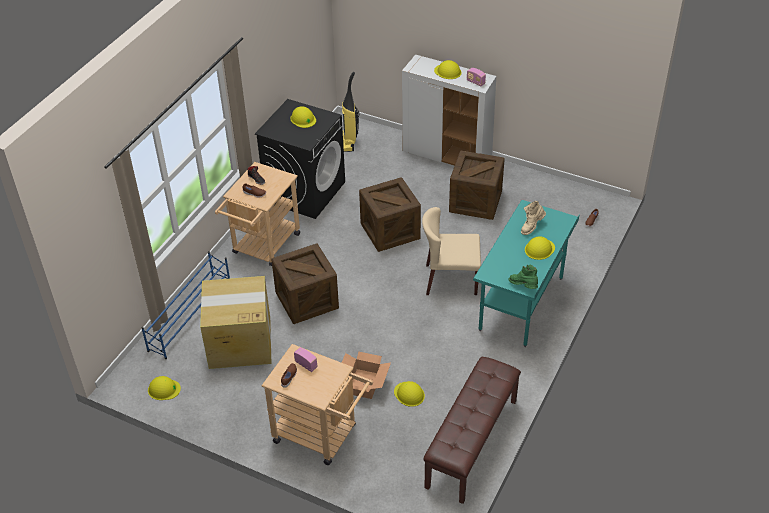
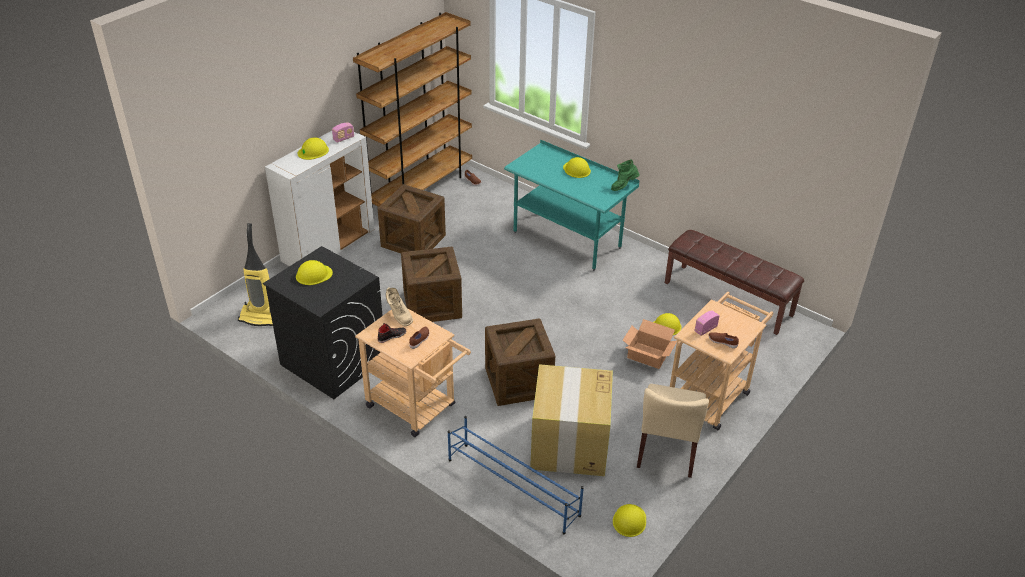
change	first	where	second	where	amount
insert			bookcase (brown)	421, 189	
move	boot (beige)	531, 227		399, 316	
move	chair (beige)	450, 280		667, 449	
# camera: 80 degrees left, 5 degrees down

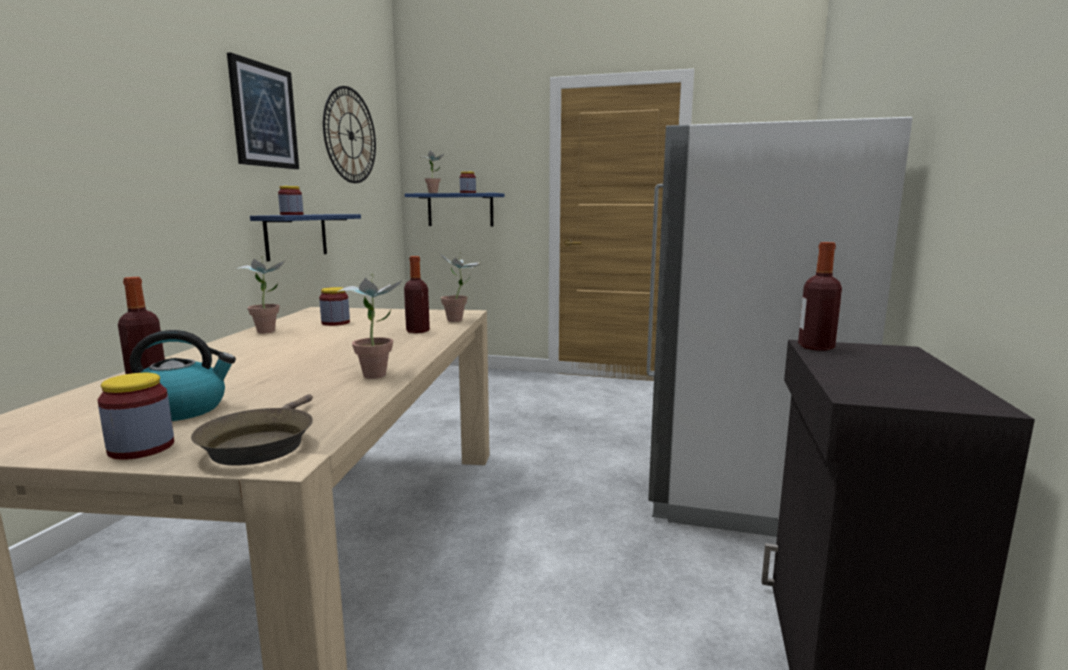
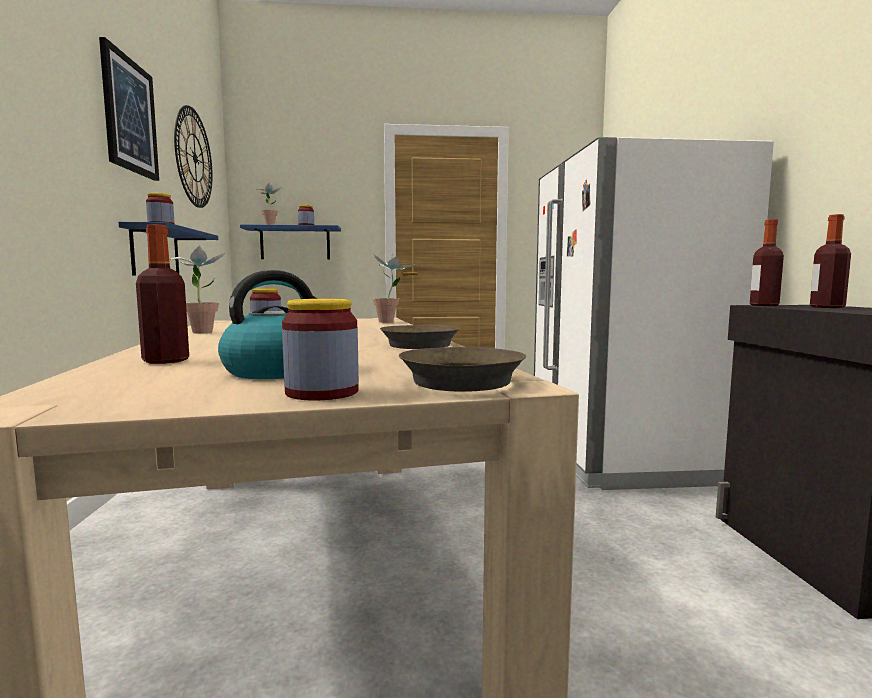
change	first	where	second	where	amount
replace	potted plant	377, 373	frying pan (brown)	417, 344	
move	bottle	417, 331		827, 307	
# camera: 20 degrees left, 5 degrees down

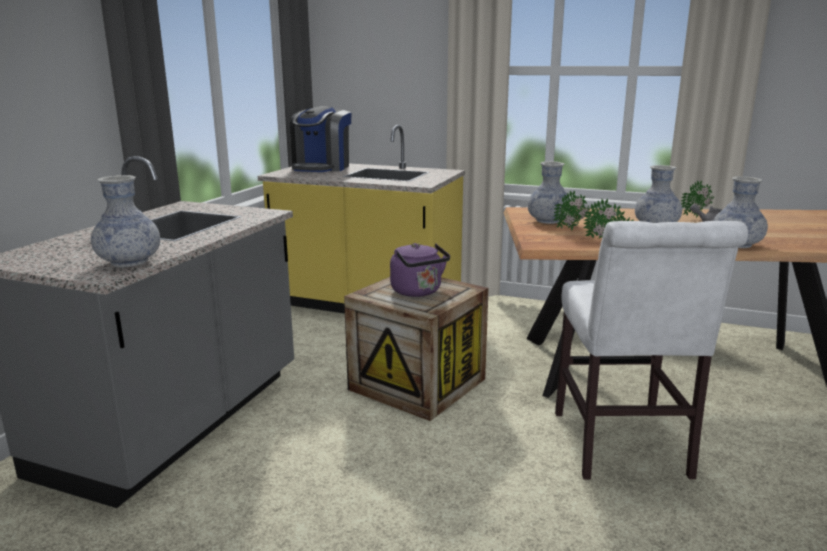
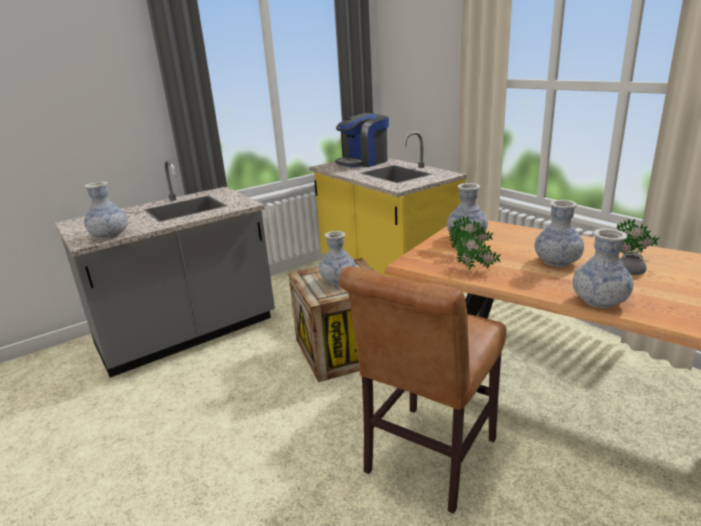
change	first	where	second	where	amount
replace	kettle (purple)	418, 292	vase	338, 280	
recolor	chair (white)	622, 449	chair (brown)	427, 460	
# camera: 35 degrees right, 5 degrees up

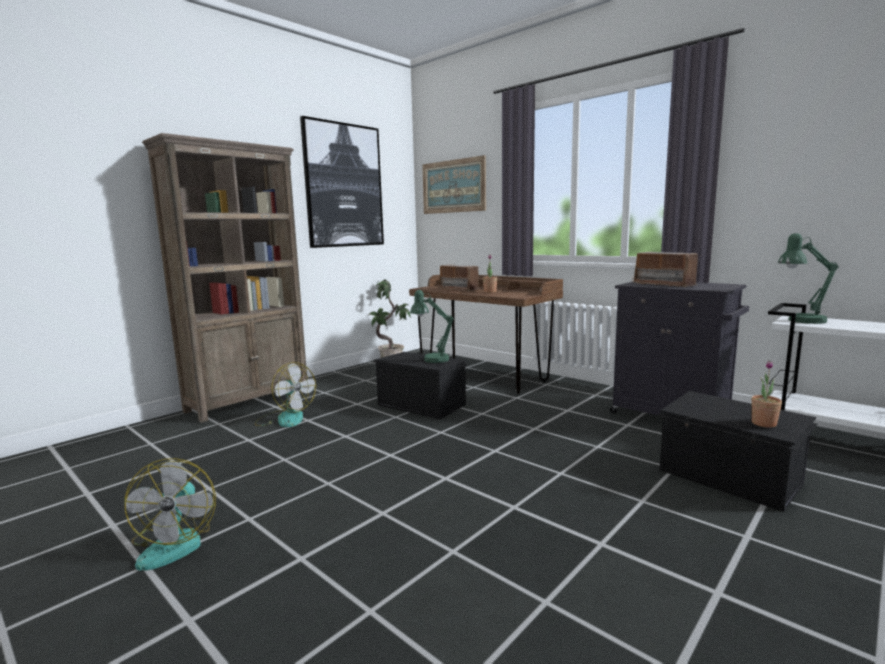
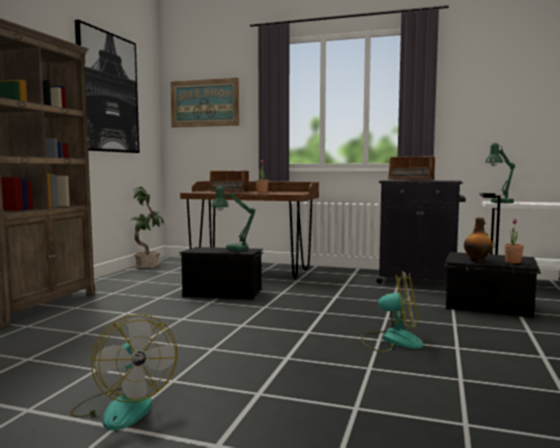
change	first	where	second	where	amount
move	fan	285, 418		391, 340	
insert			bottle	477, 260	
# camera: 25 degrees left, 5 degrees down

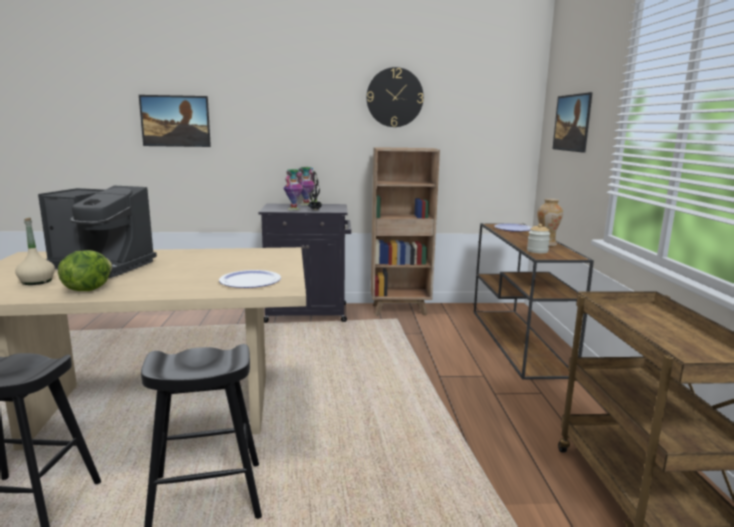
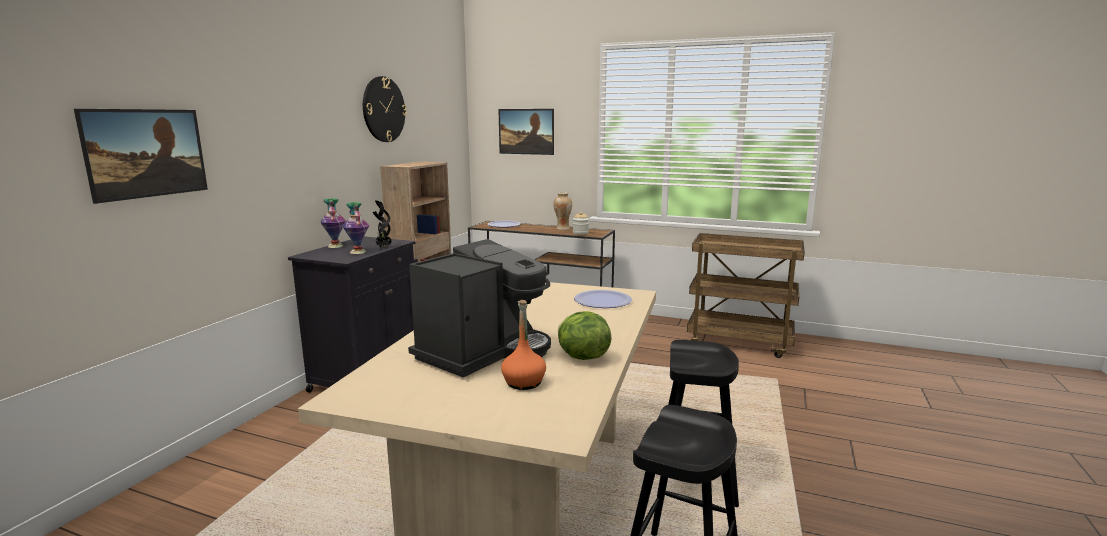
change	first	where	second	where	amount
recolor	bottle (beige)	37, 281	bottle (orange)	524, 382	
# camera: 65 degrees left, 0 degrees up

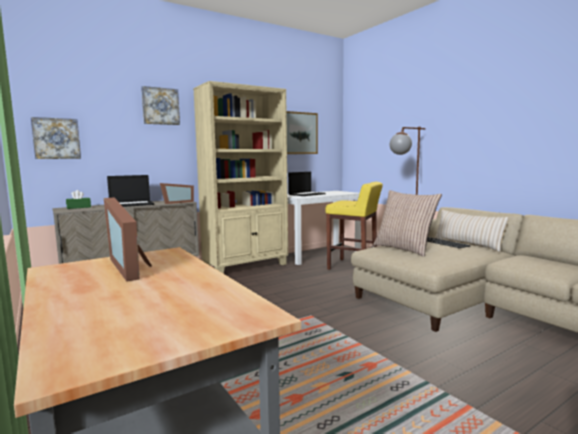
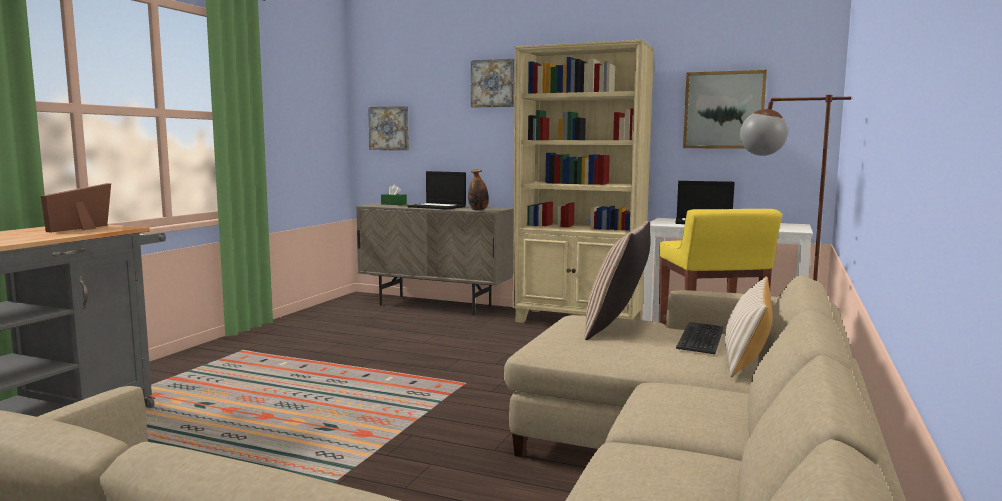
change	first	where	second	where	amount
replace	picture frame	177, 202	bottle	478, 210	
# camera: 55 degrees right, 0 degrees up

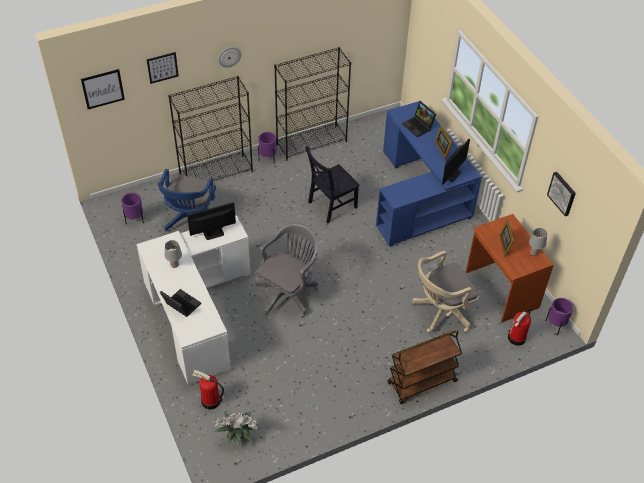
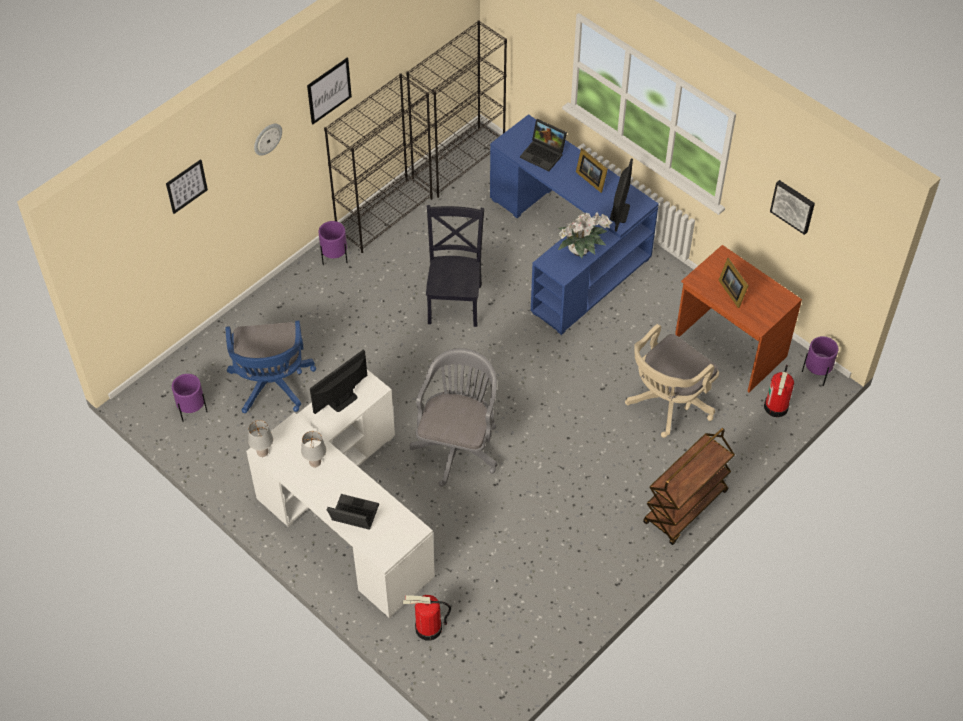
change	first	where	second	where	amount
move	table lamp (grey)	534, 253		262, 452	
move	picture	103, 89		329, 90	
move	bookcase (black)	216, 173		459, 161	
rotate	chair (black)	330, 206		455, 301	150 degrees clockwise
move	potted plant	238, 437		581, 251	
# camera: 20 degrees left, 5 degrees up

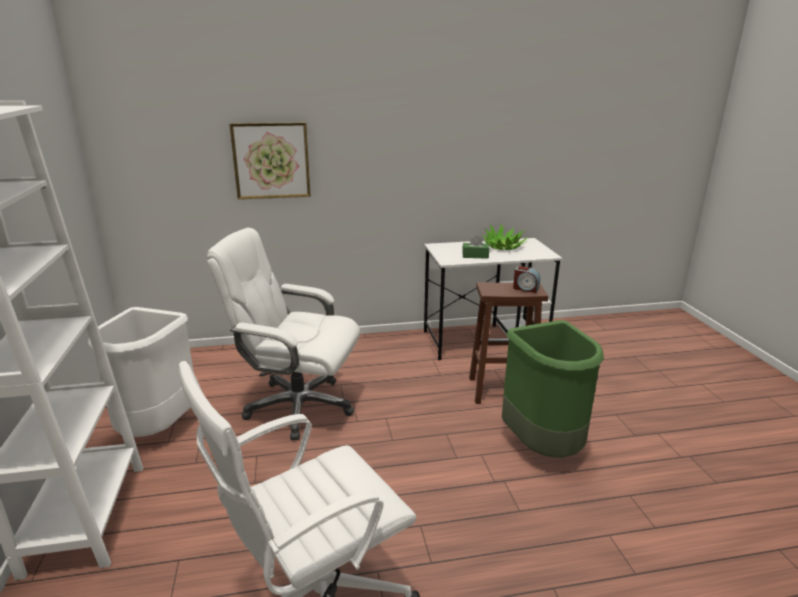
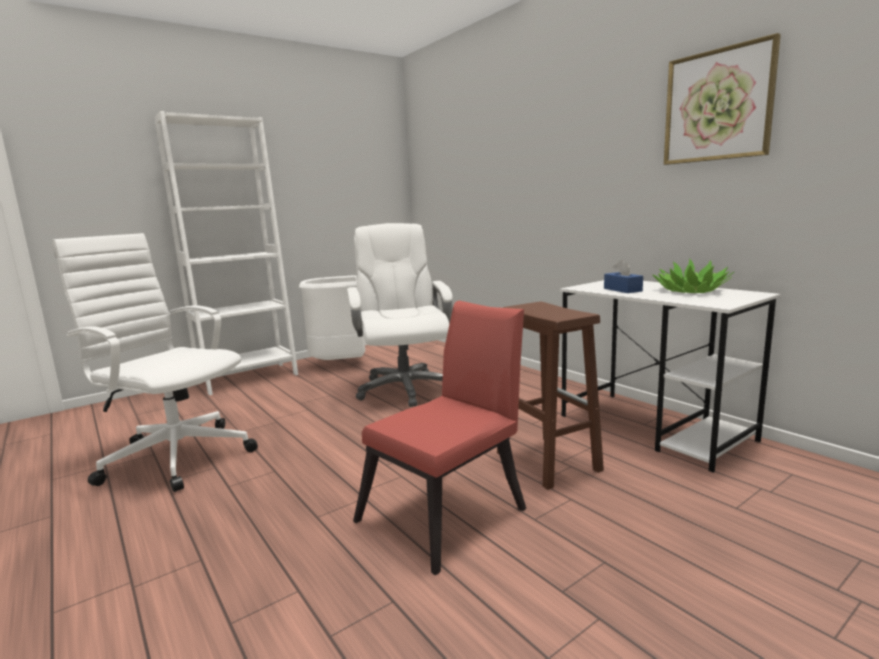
change	first	where	second	where	amount
replace	trash can (green)	543, 447	chair (red)	450, 511	
recolor	tissue box (green)	475, 256	tissue box (blue)	622, 290	
move	picture	271, 160		717, 106	
delete	alarm clock	525, 288			
# camera: 65 degrees right, 10 degrees down

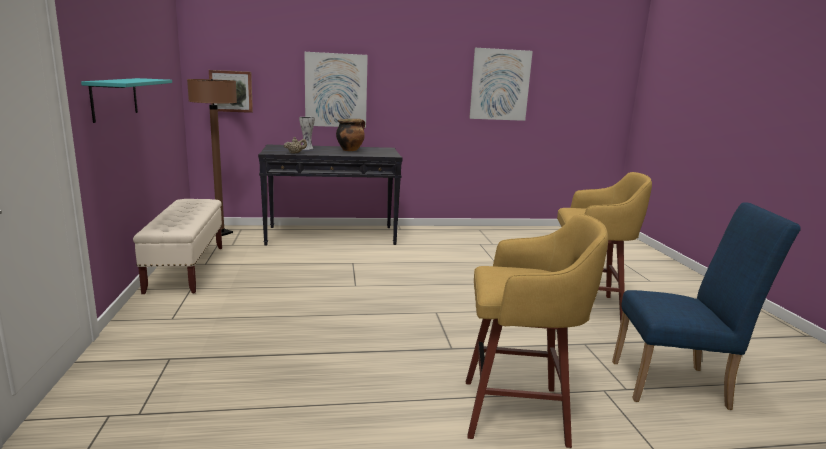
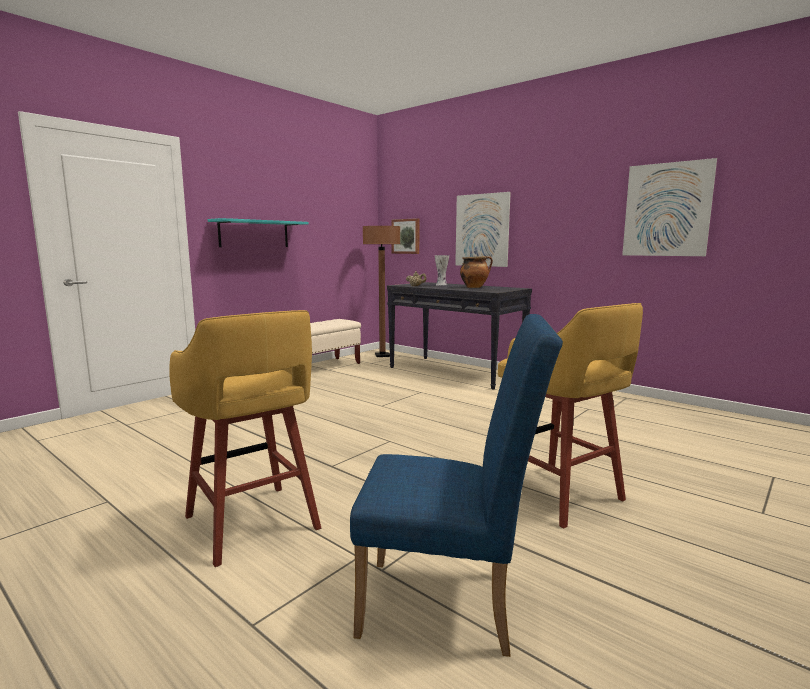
change	first	where	second	where	amount
rotate	chair (blue)	678, 385		450, 605	45 degrees counterclockwise
# camera: 50 degrees right, 5 degrees down

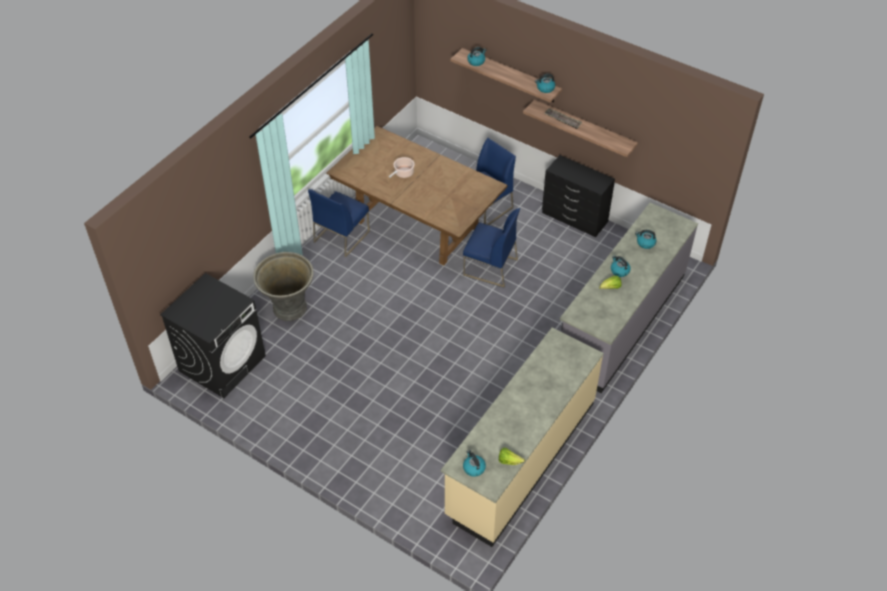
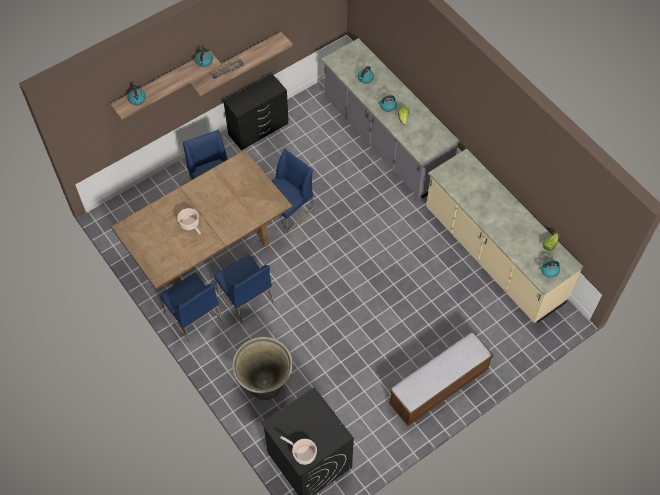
change	first	where	second	where	amount
insert			chair (blue)	245, 297	
insert			cooking pot	303, 453	
insert			bench	438, 387	
# camera: 70 degrees left, 10 degrees up

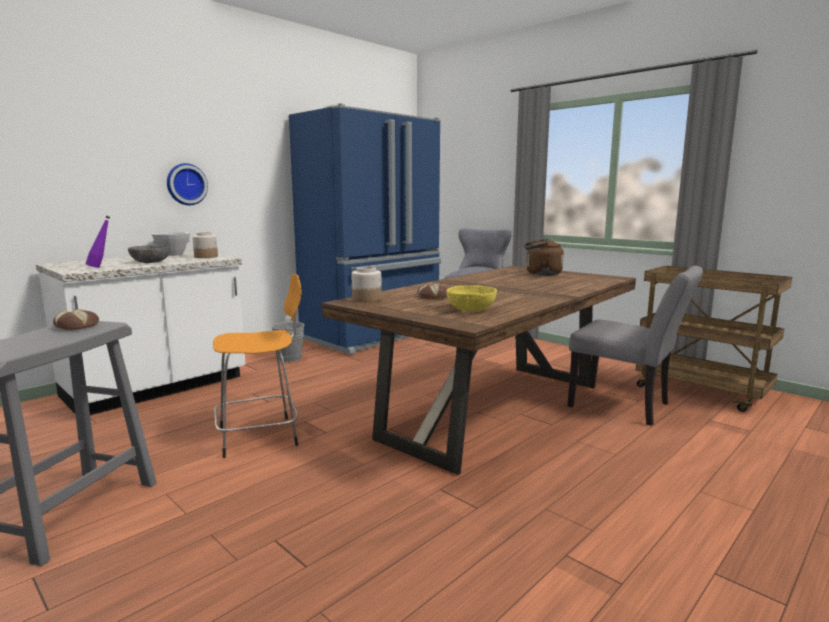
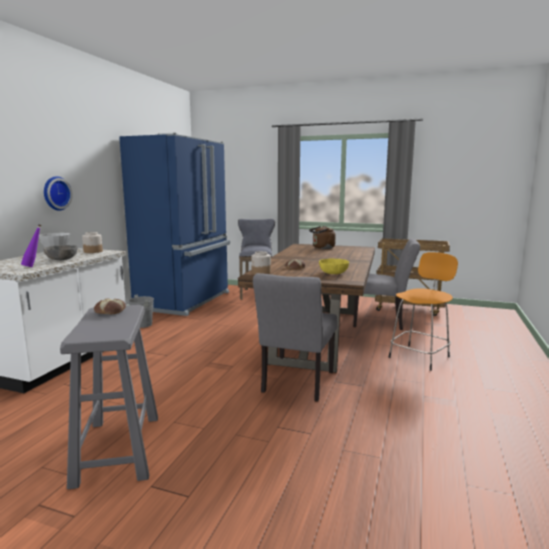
change	first	where	second	where	amount
insert			chair (grey)	296, 384	
move	stool (orange)	261, 436		420, 356	
# camera: 25 degrees left, 0 degrees up

